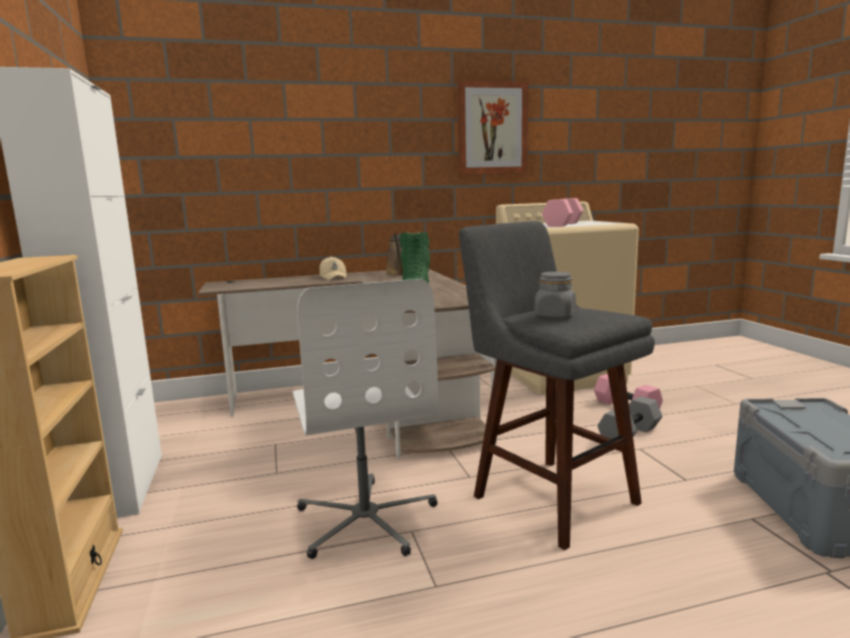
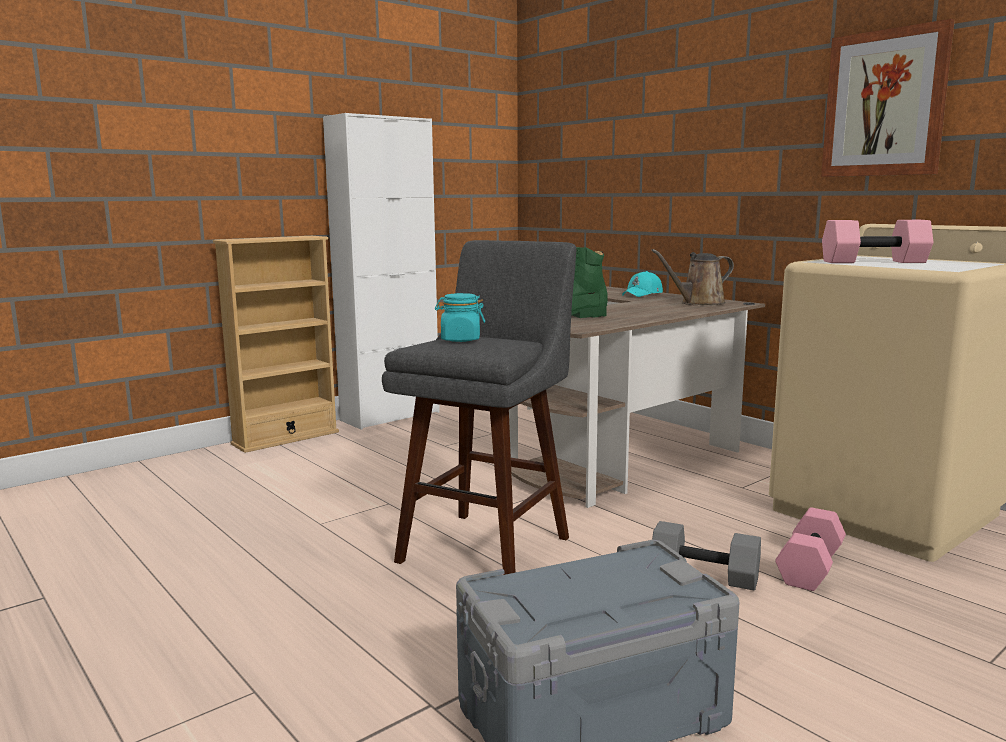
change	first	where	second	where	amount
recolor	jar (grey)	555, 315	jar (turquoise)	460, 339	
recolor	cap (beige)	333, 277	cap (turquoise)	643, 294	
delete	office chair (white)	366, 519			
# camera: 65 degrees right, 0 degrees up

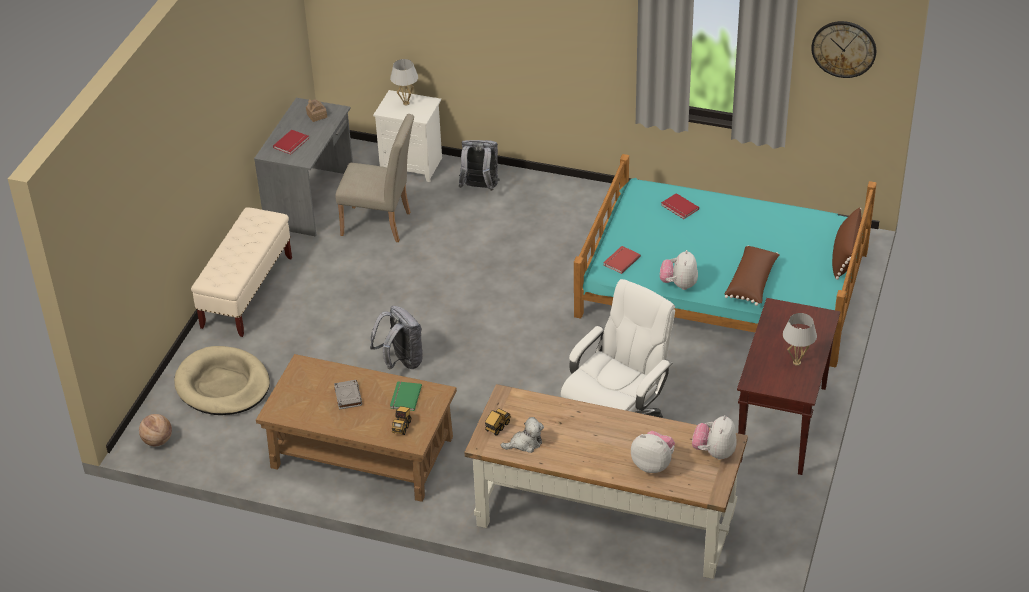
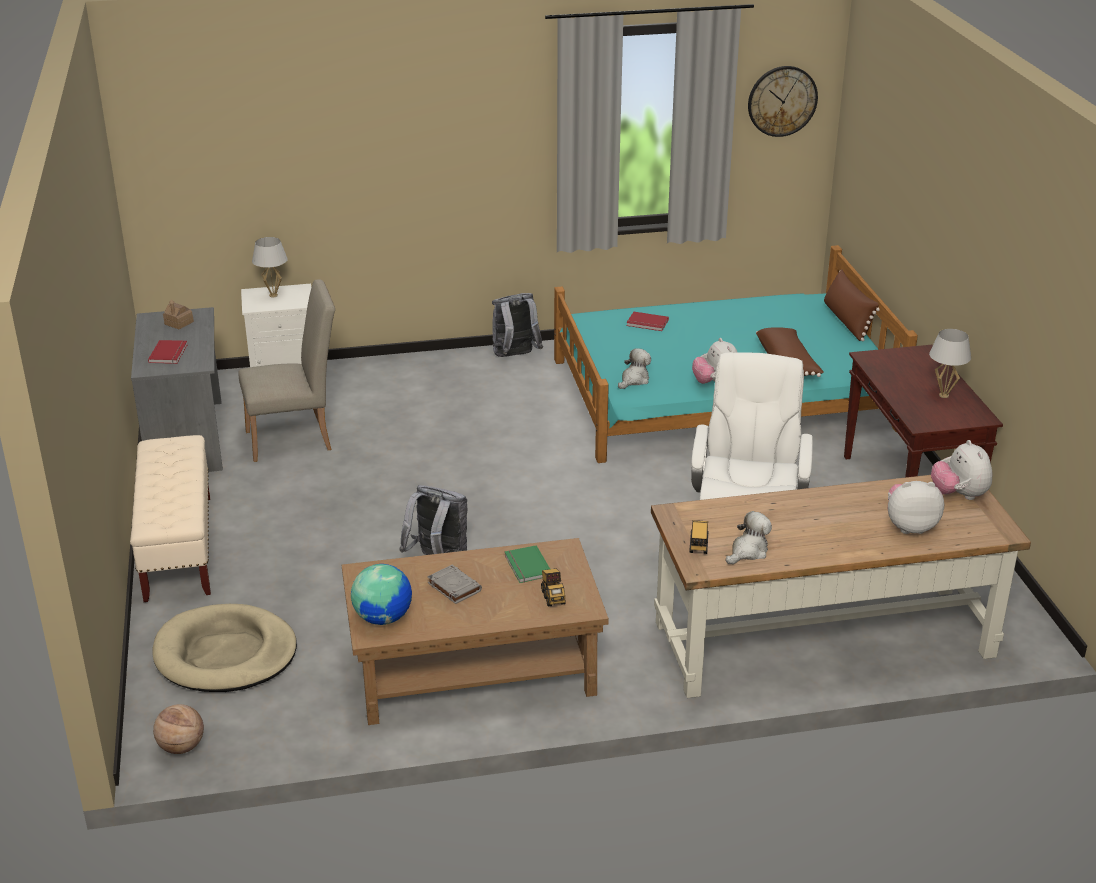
change	first	where	second	where	amount
insert			globe	383, 618	
move	backpack (grey)	480, 188		515, 356	
replace	book (red)	620, 260	plush toy	634, 380	
# camera: 30 degrees left, 10 degrees down

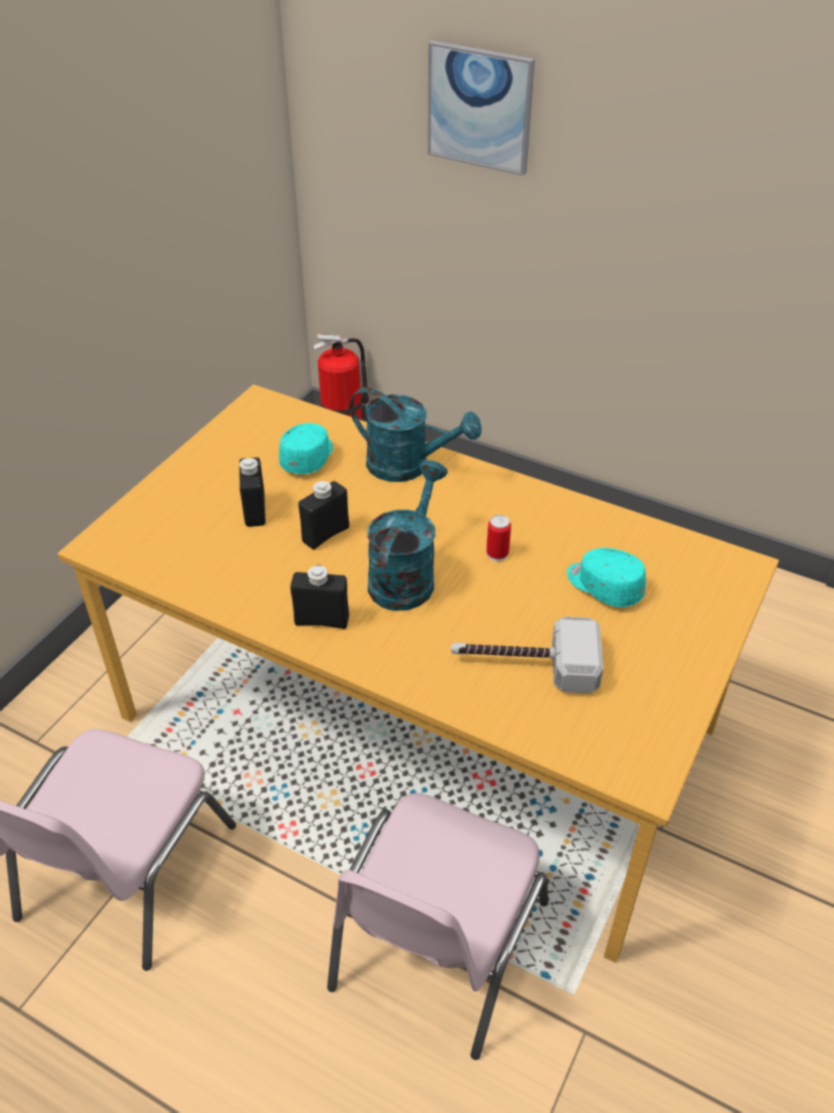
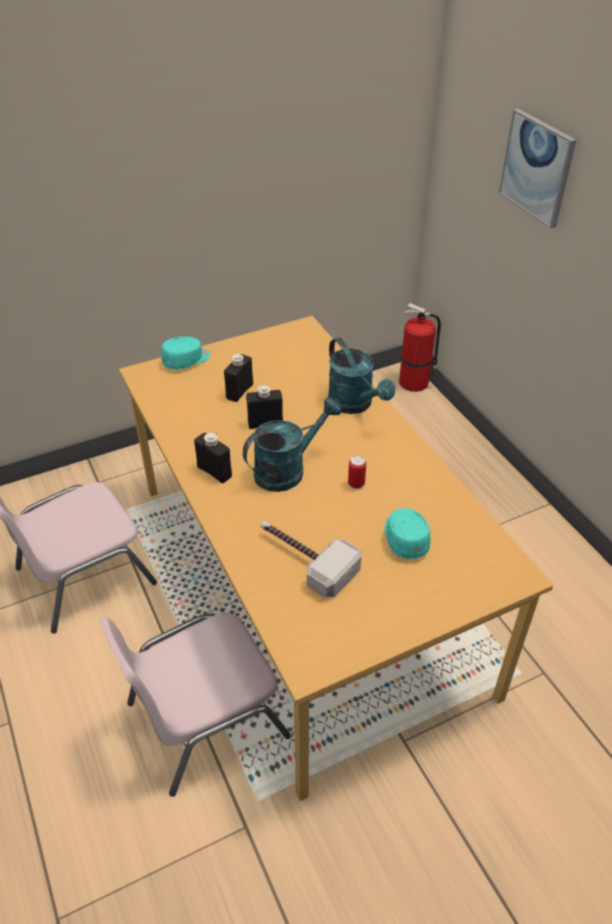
change	first	where	second	where	amount
move	cap (turquoise)	308, 457		187, 360	
# camera: 35 degrees right, 0 degrees up

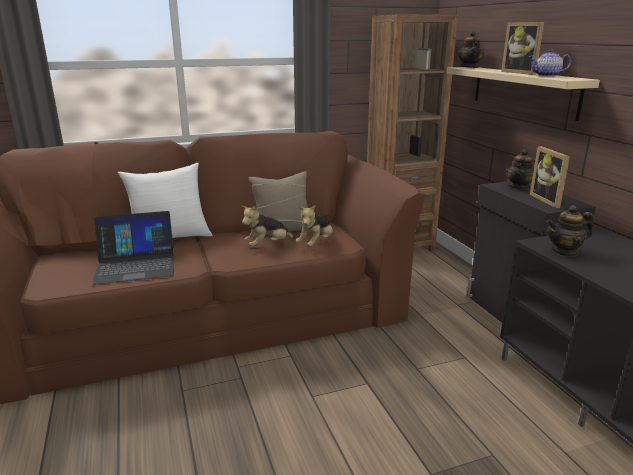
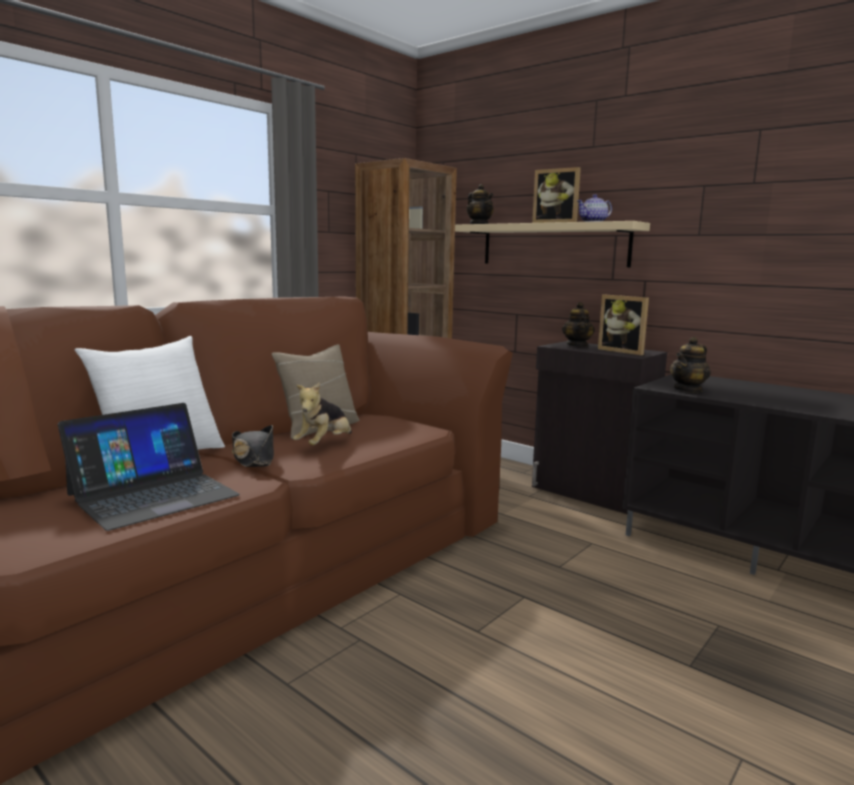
change	first	where	second	where	amount
insert			hat (black)	254, 458	
delete	plush toy	316, 243			
# camera: 30 degrees left, 10 degrees down

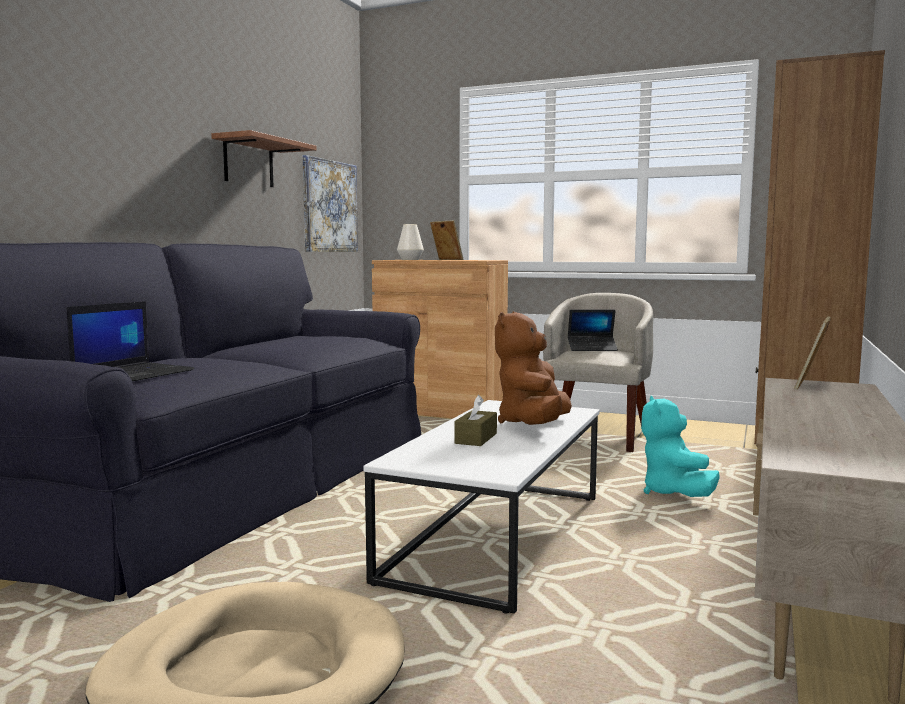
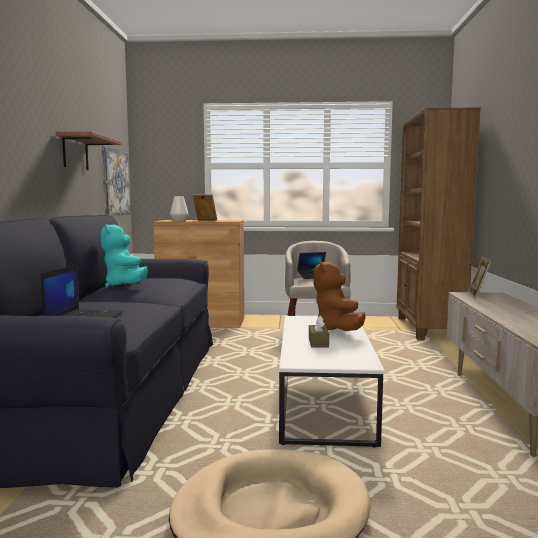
change	first	where	second	where	amount
move	plush toy (turquoise)	674, 493		125, 286	
# camera: 20 degrees left, 0 degrees up

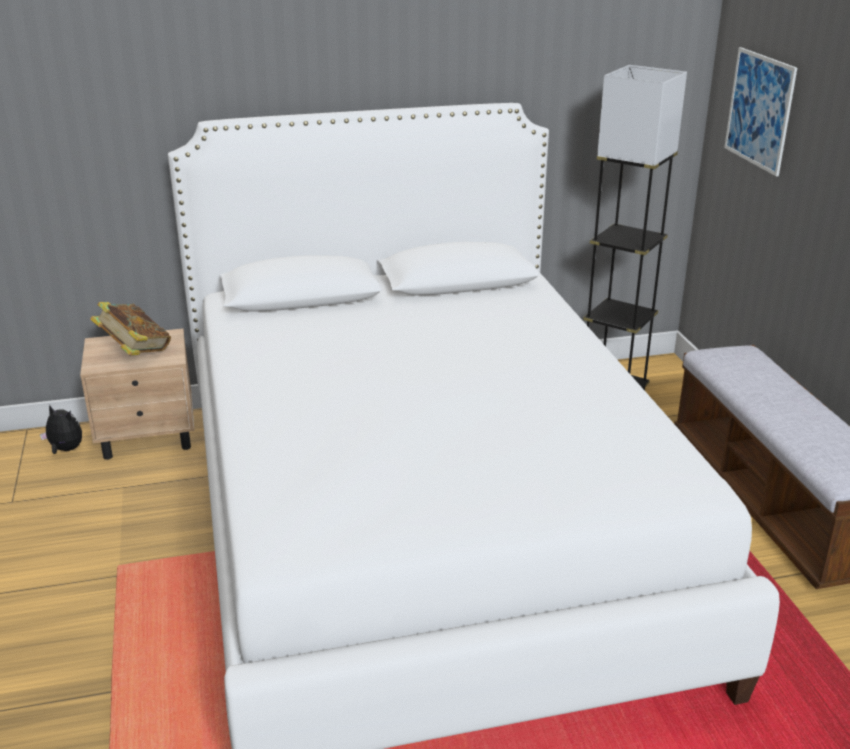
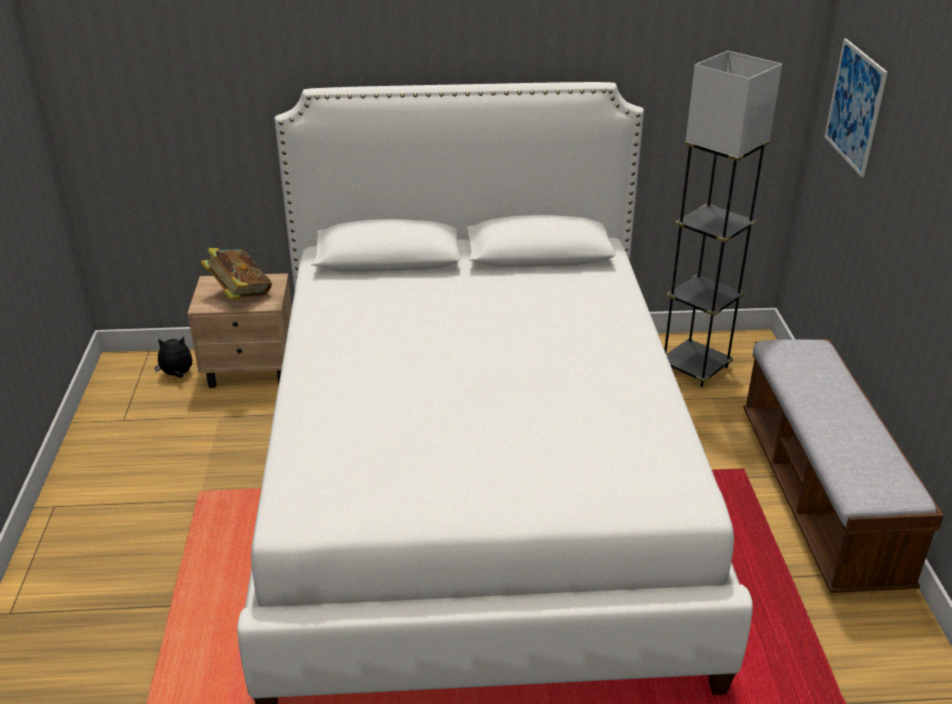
change	first	where	second	where	amount
rotate	plush toy	65, 450		177, 375	45 degrees counterclockwise
# camera: 10 degrees right, 5 degrees up

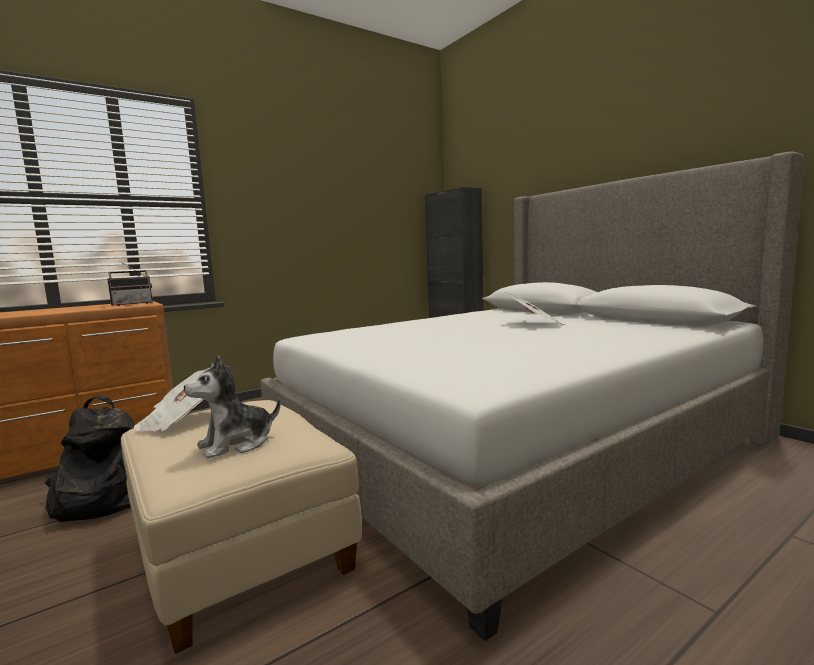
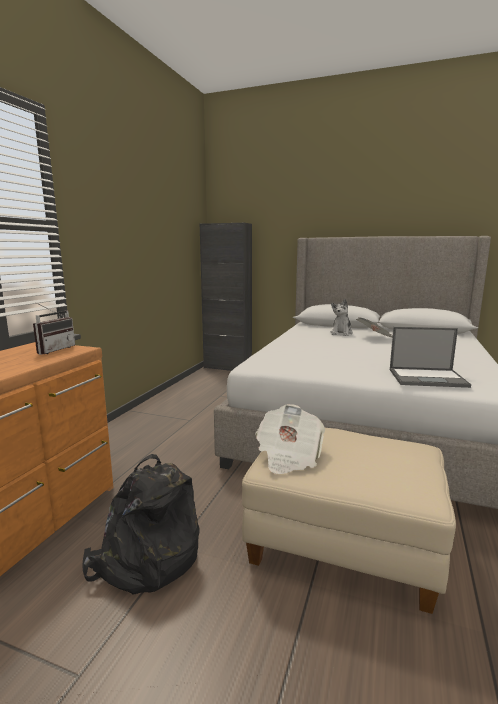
change	first	where	second	where	amount
move	plush toy	236, 444		341, 333	
insert			laptop	428, 378	
# camera: 35 degrees left, 5 degrees up

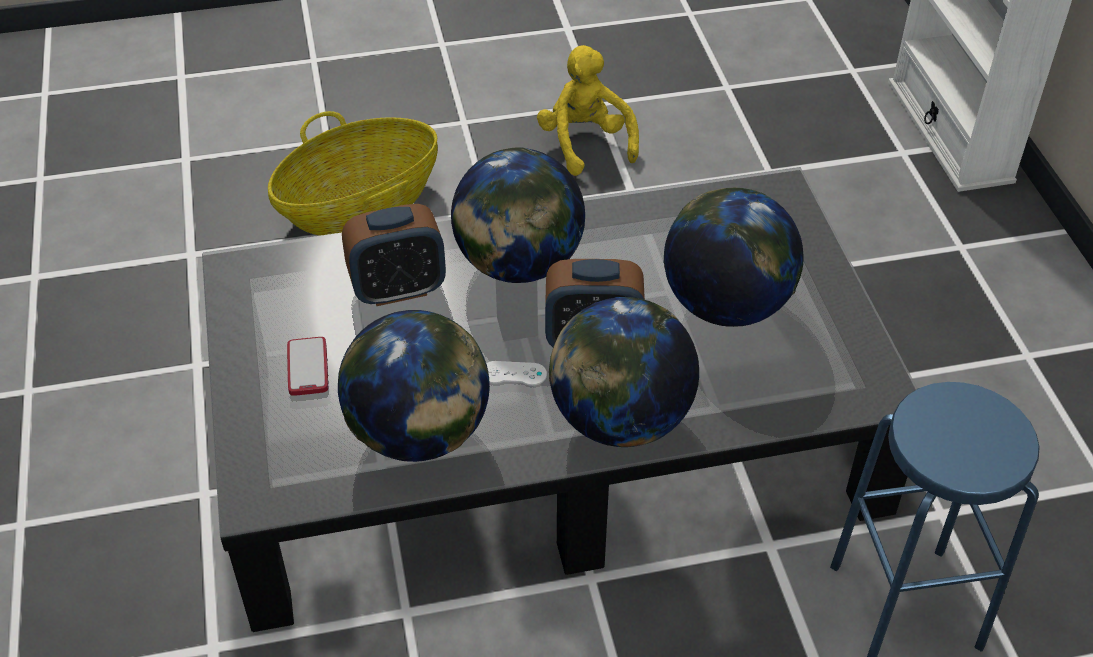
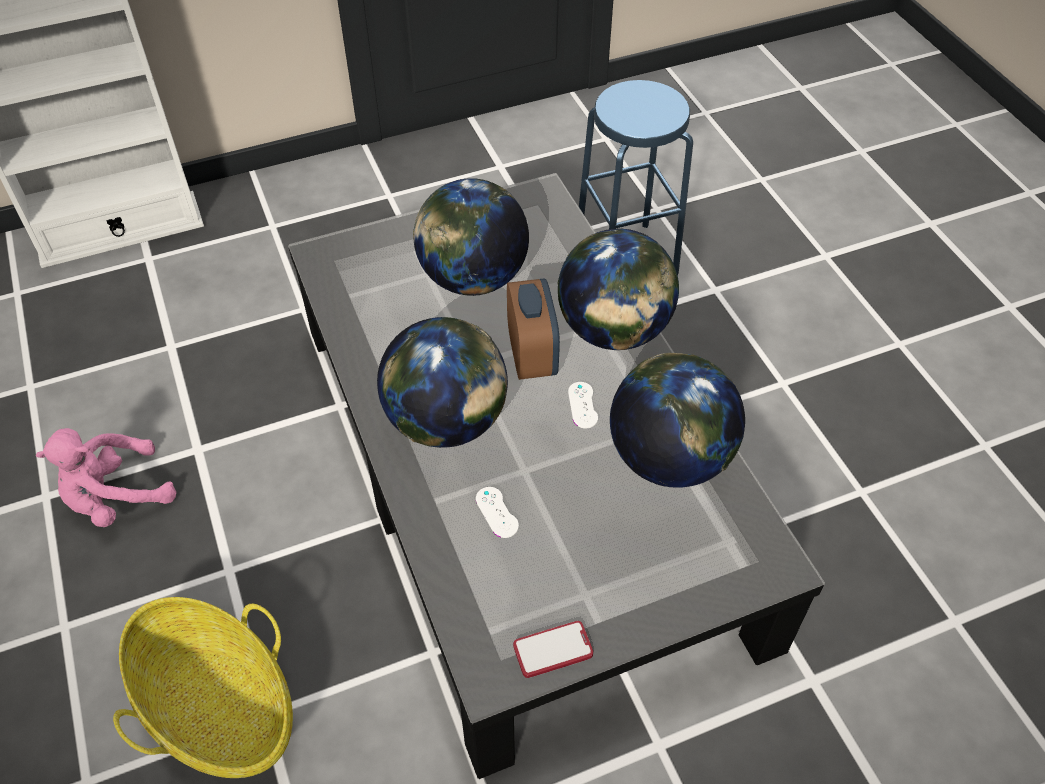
change	first	where	second	where	amount
recolor	plush toy (yellow)	585, 143	plush toy (pink)	116, 498	
replace	alarm clock	398, 289	game controller (white)	497, 512	
move	phone	307, 367		553, 650	
# camera: 100 degrees left, 5 degrees up

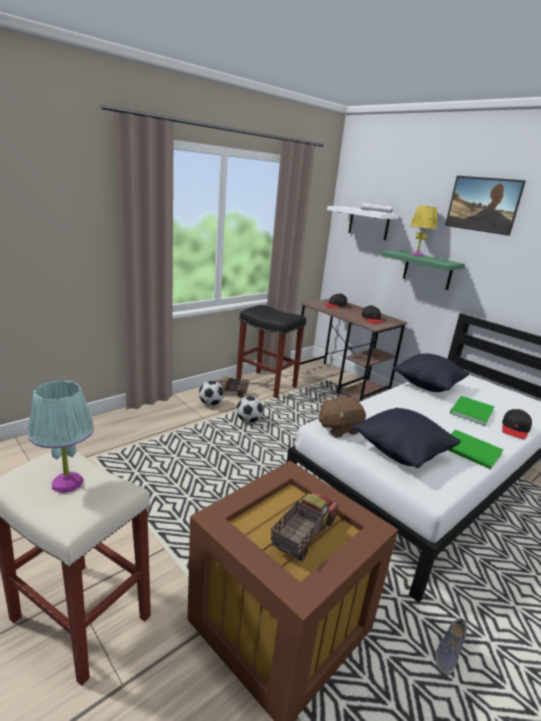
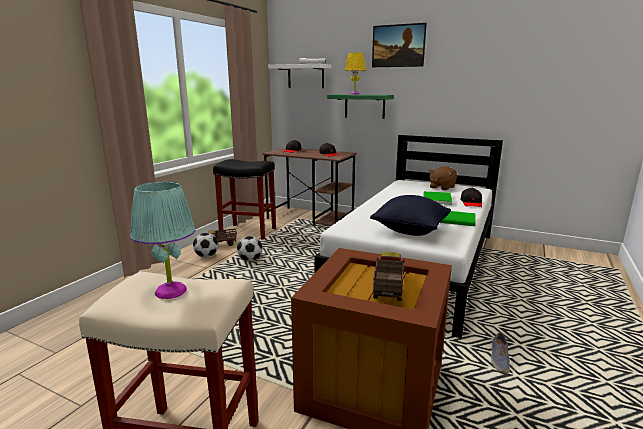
change	first	where	second	where	amount
move	plush toy (brown)	338, 428		441, 187	
delete	pillow (black)	427, 385			
# camera: 20 degrees left, 5 degrees down

